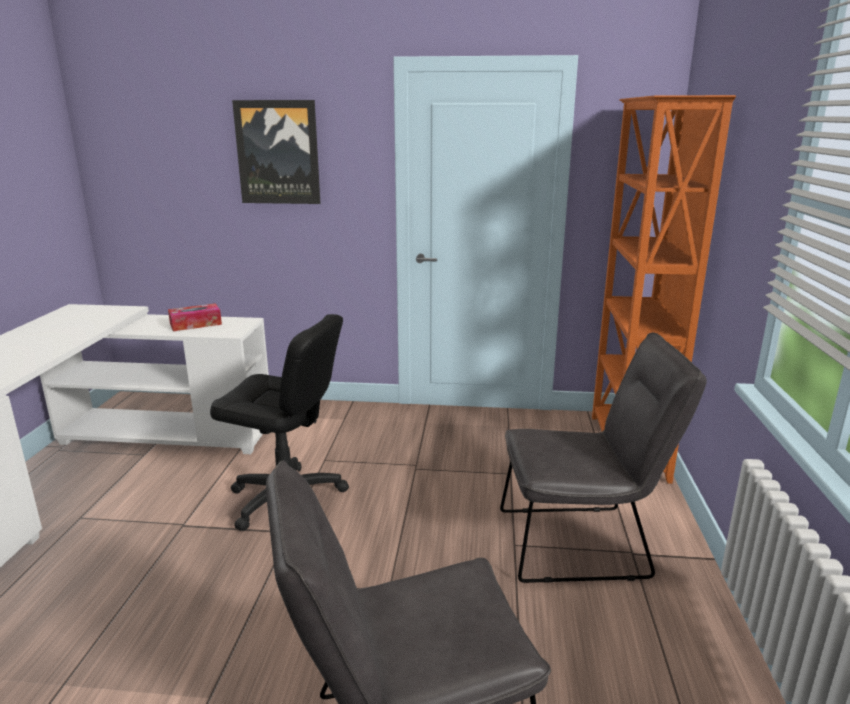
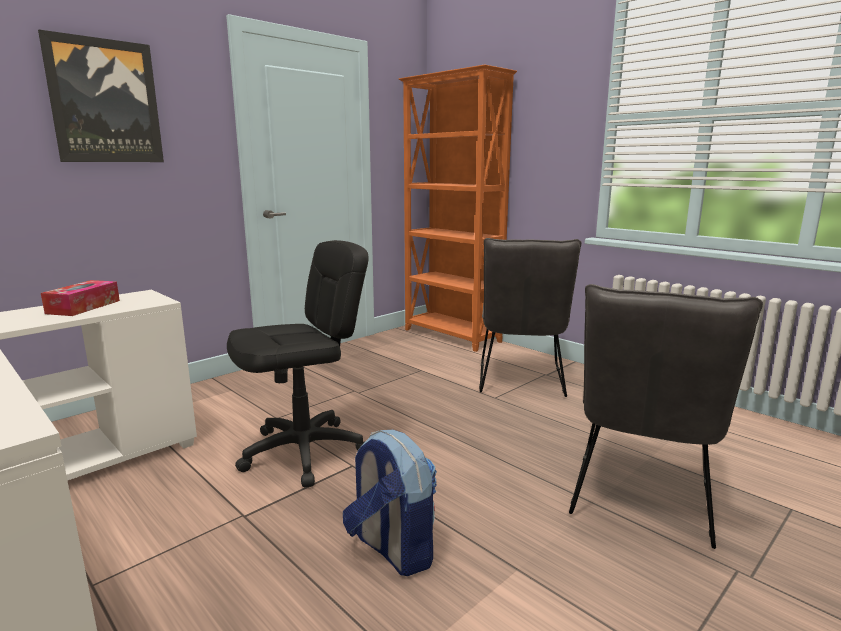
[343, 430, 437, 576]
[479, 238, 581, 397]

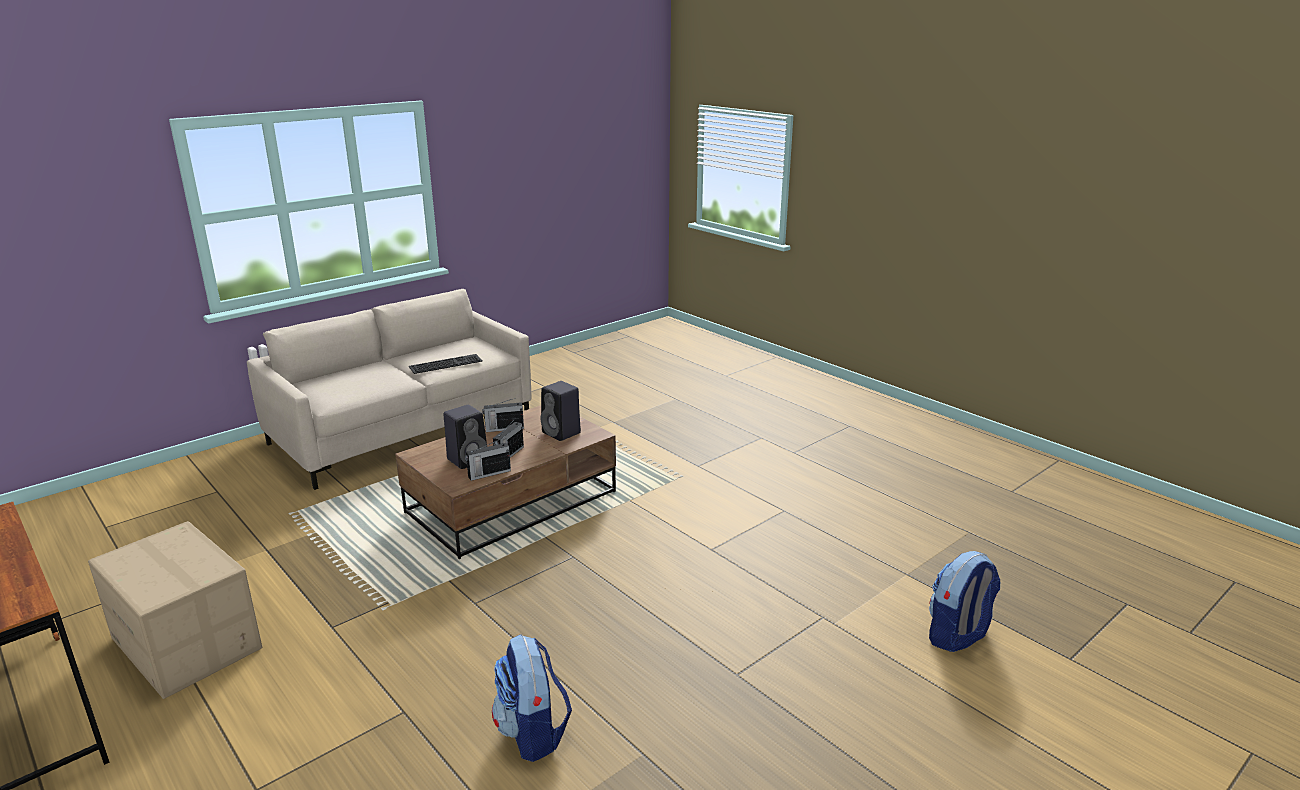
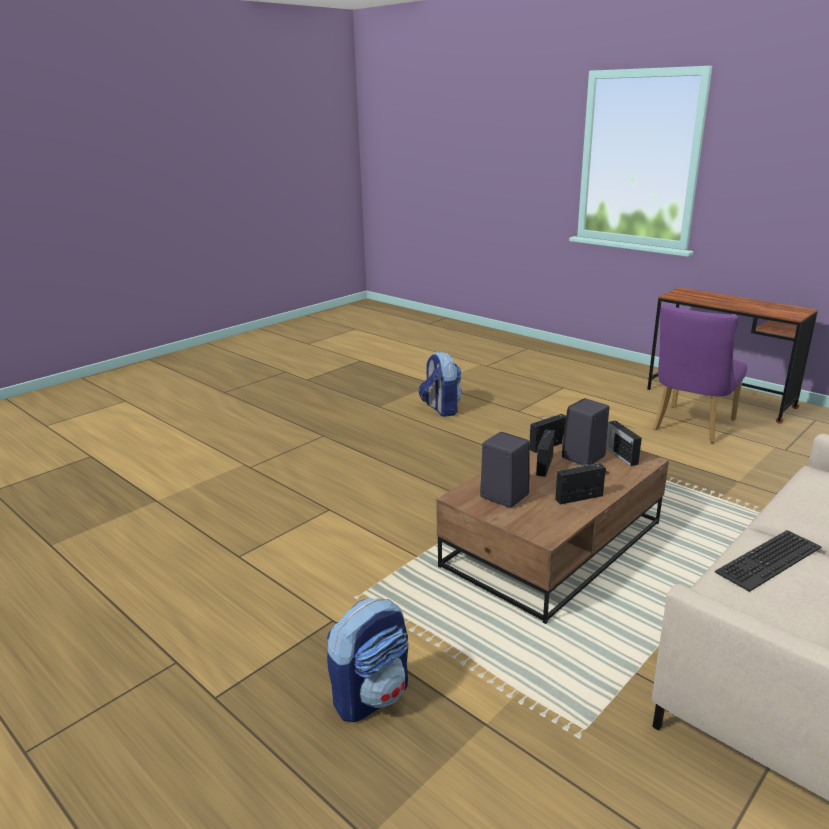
[327, 598, 408, 722]
[606, 421, 642, 466]
[653, 305, 747, 443]

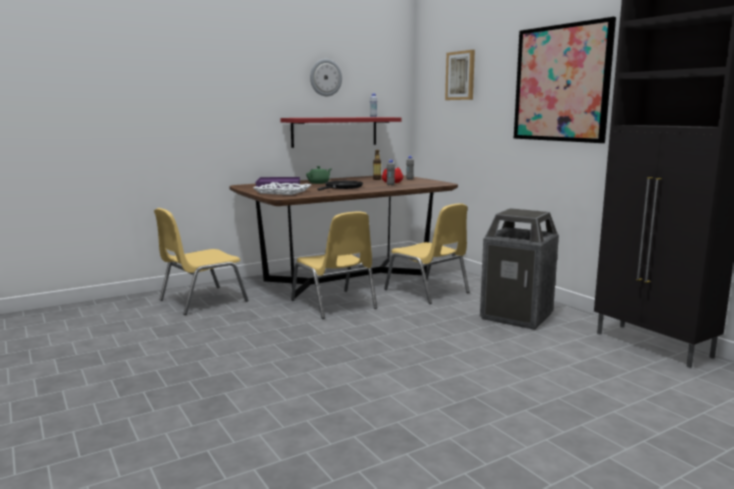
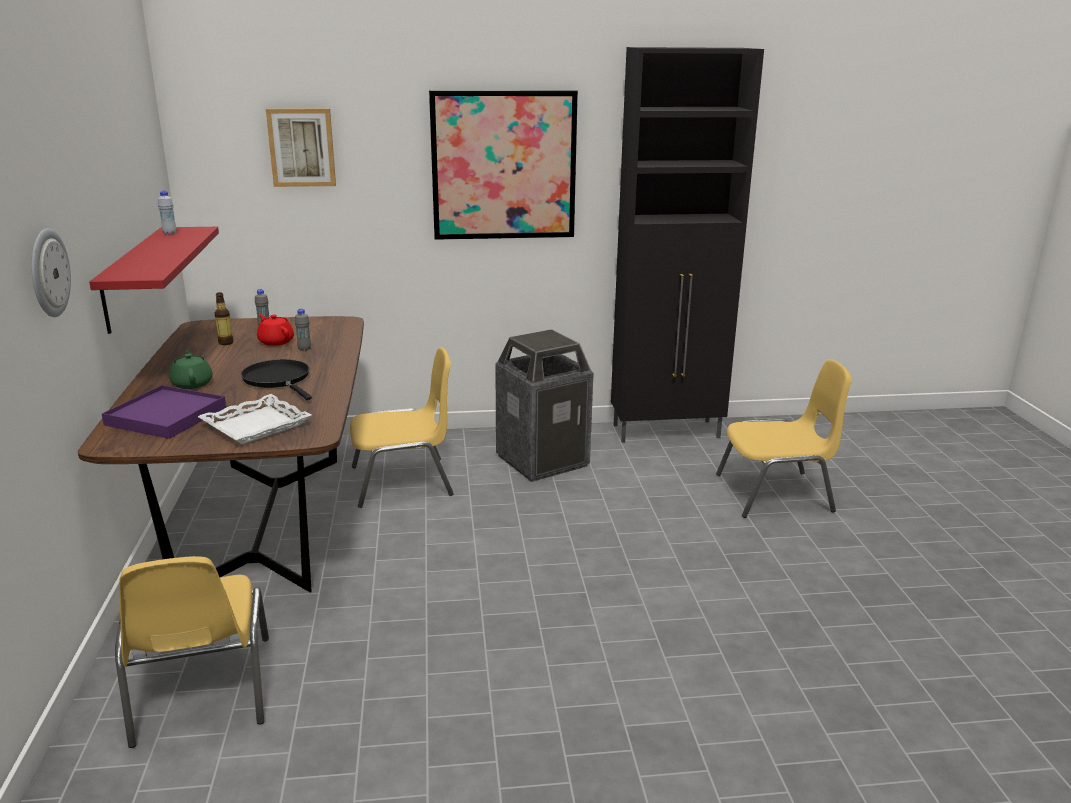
[31, 228, 71, 317]
[716, 359, 852, 518]

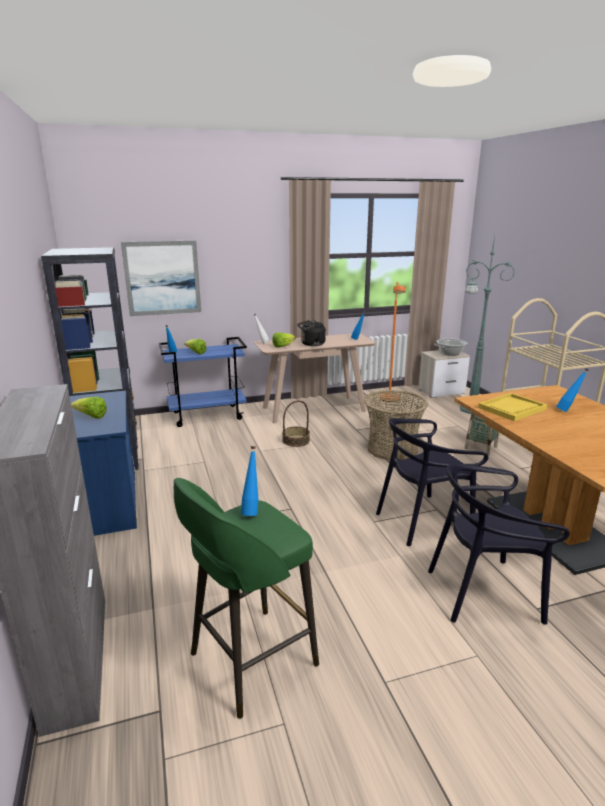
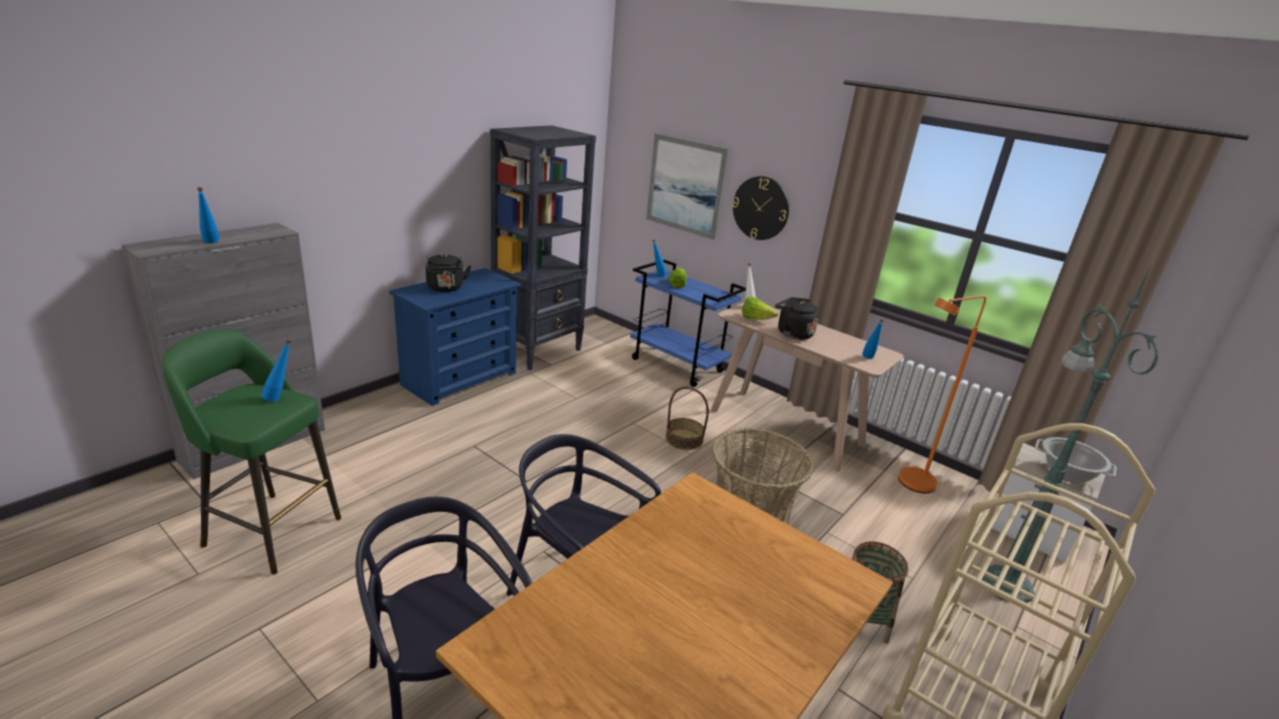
[197, 187, 219, 243]
[426, 254, 471, 292]
[732, 176, 789, 240]
[478, 393, 547, 421] (first image)

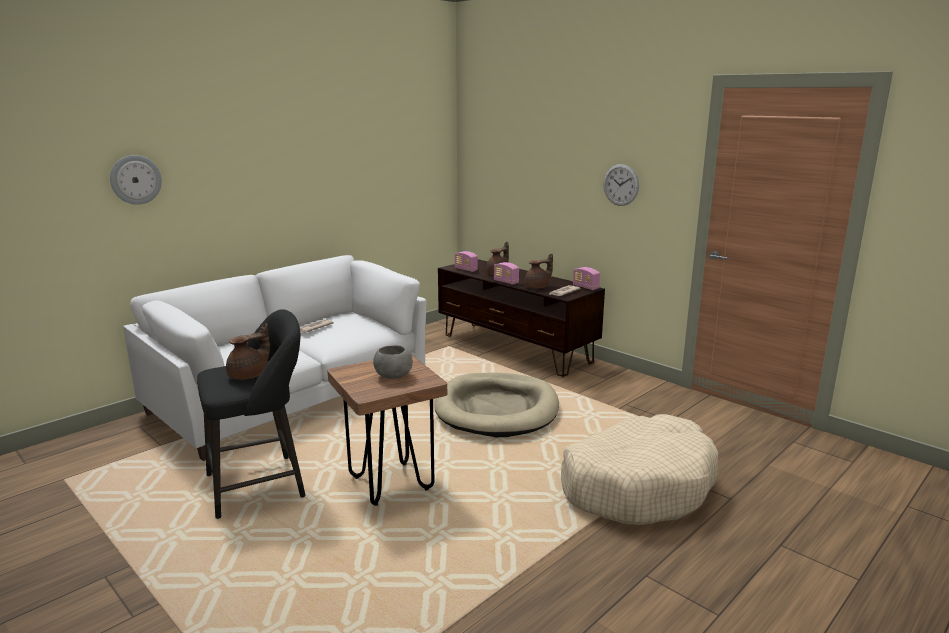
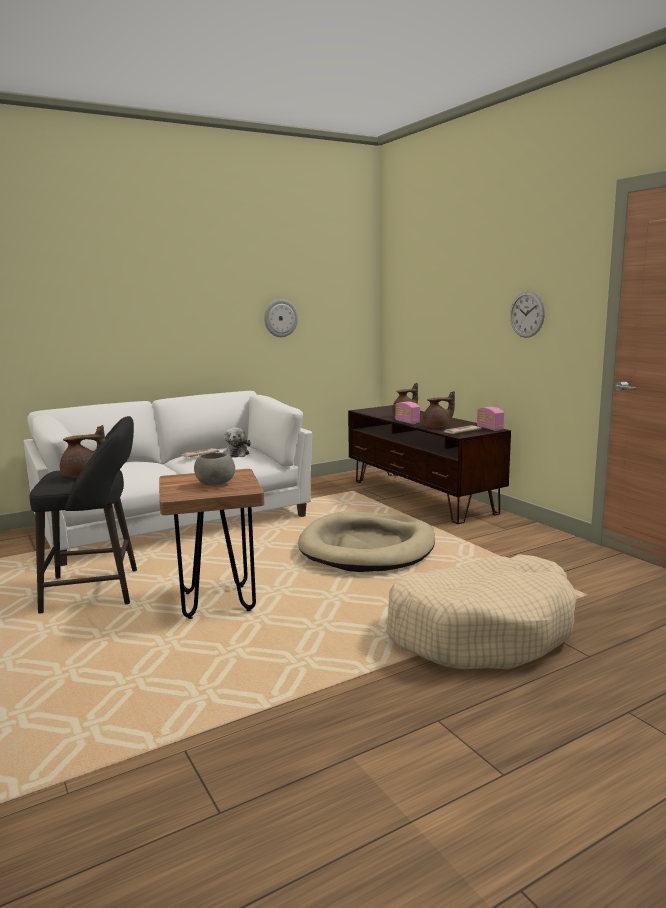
[223, 428, 251, 458]
[264, 299, 298, 337]
[455, 251, 478, 272] (first image)

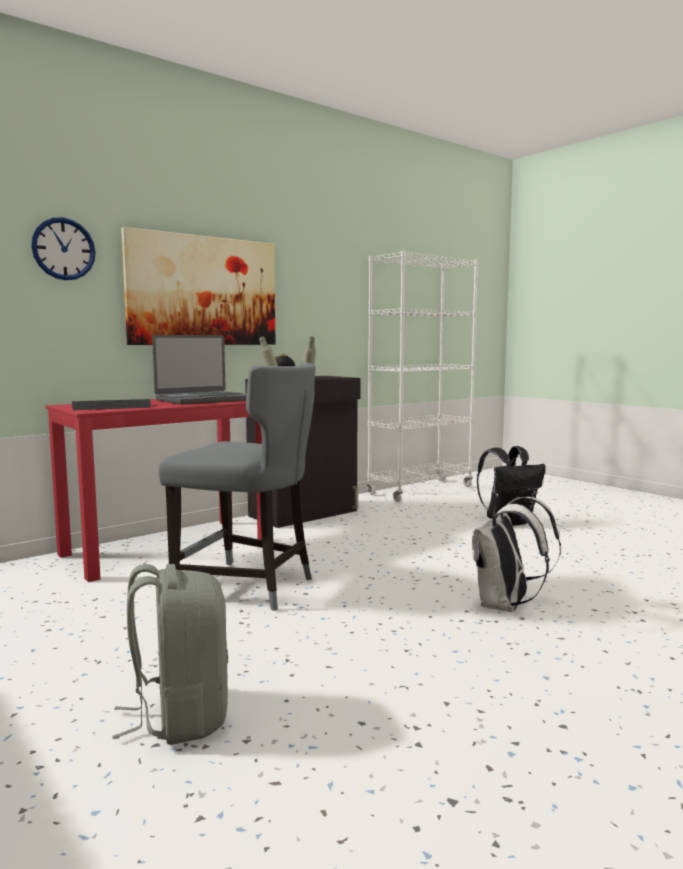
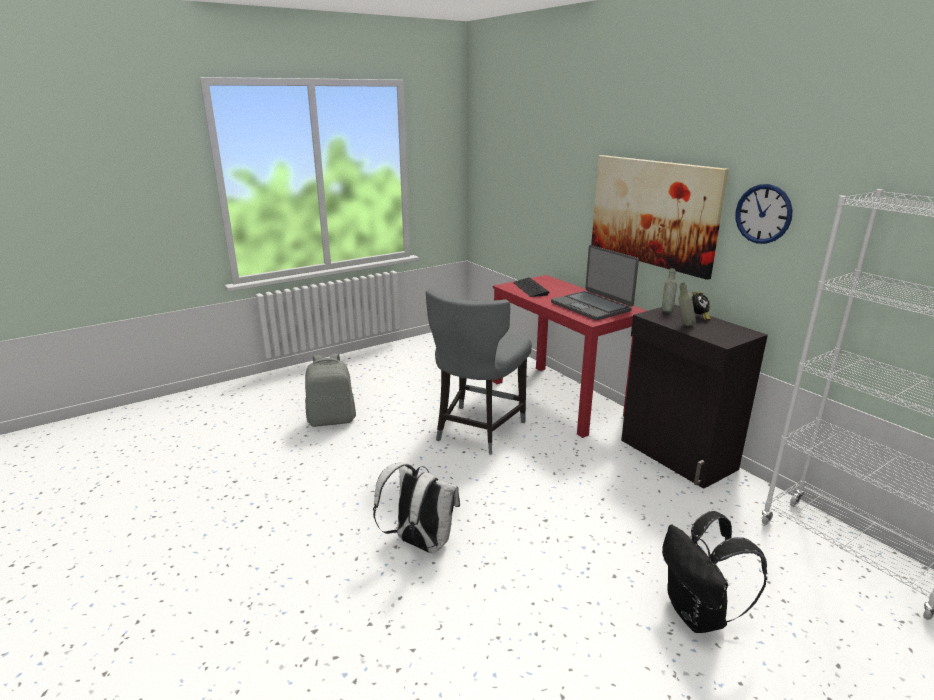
[735, 184, 793, 244]

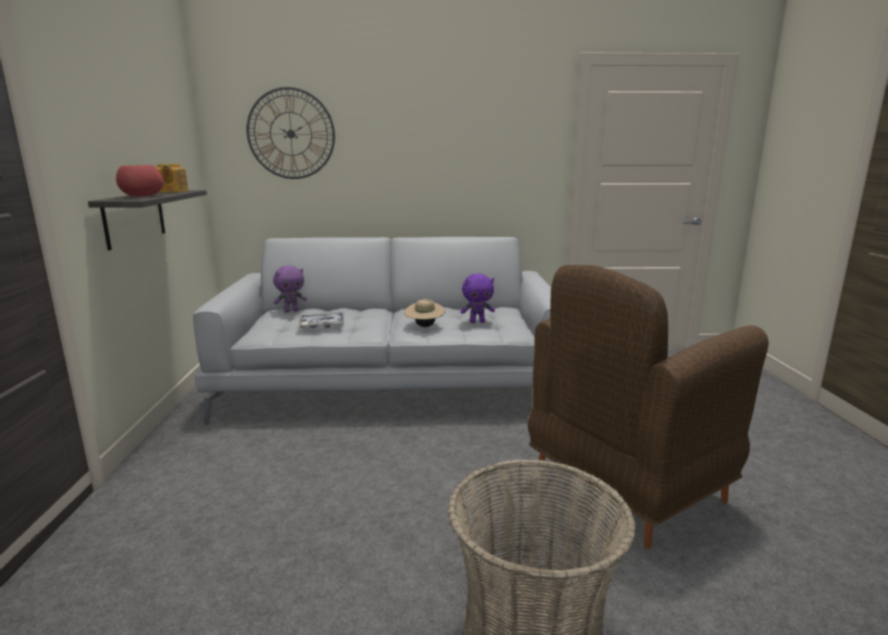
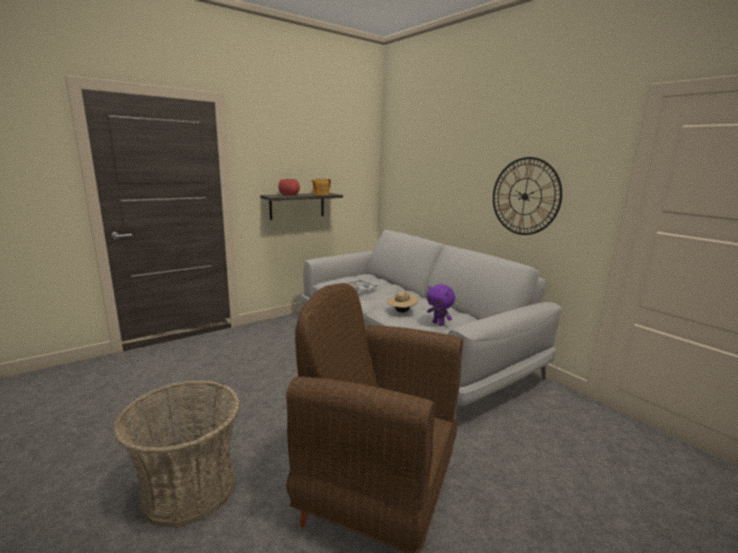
[493, 157, 562, 235]
[273, 265, 307, 312] (first image)

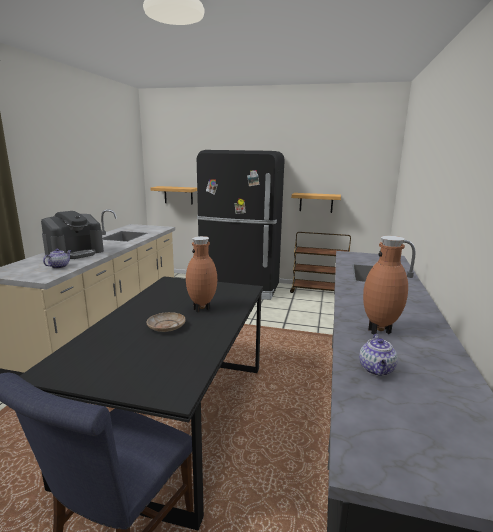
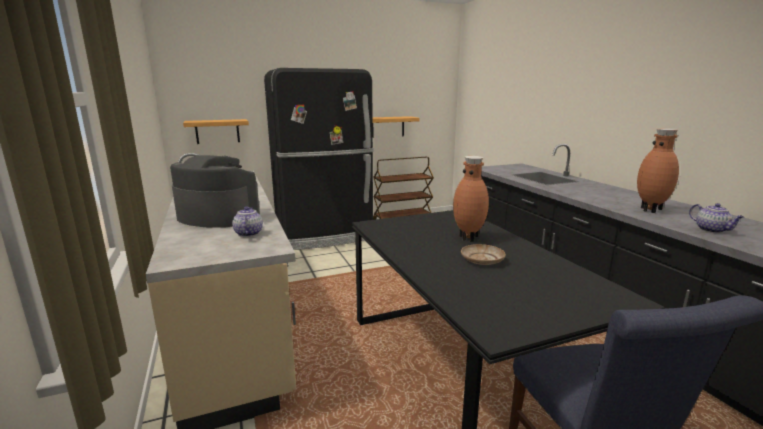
[170, 155, 260, 228]

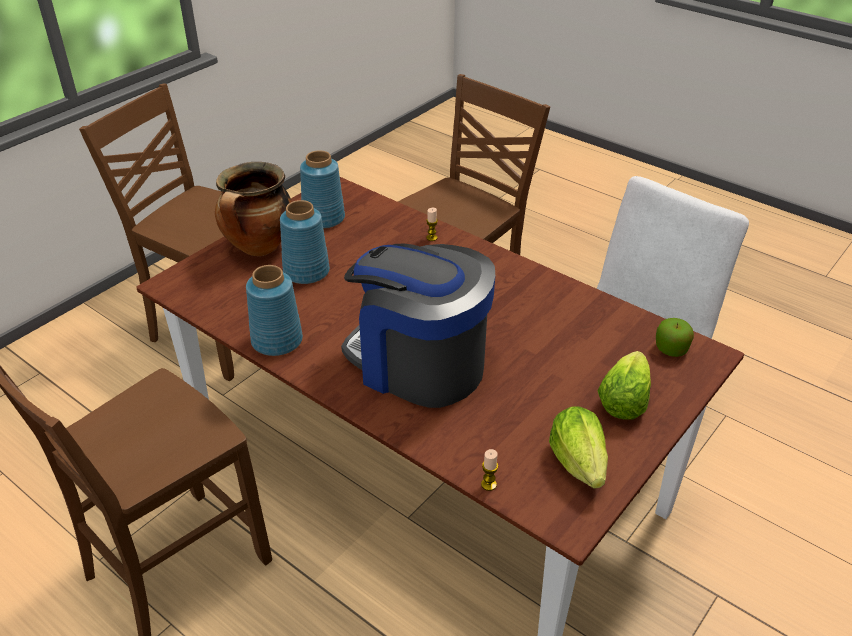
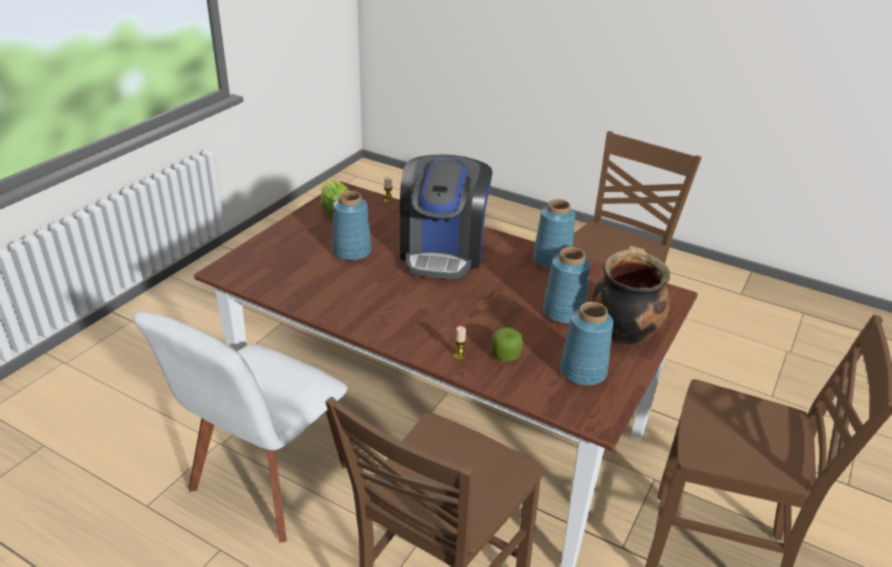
[333, 191, 372, 261]
[400, 154, 493, 279]
[492, 327, 523, 361]
[598, 351, 651, 420] (first image)

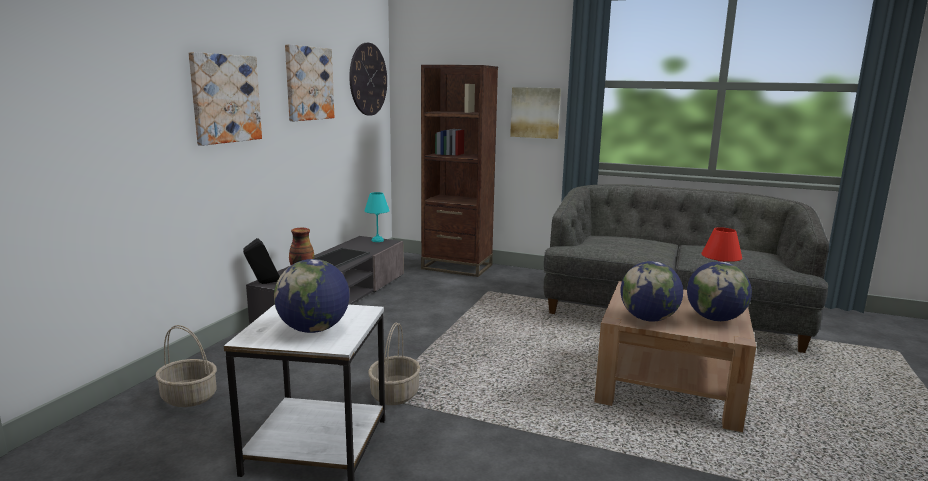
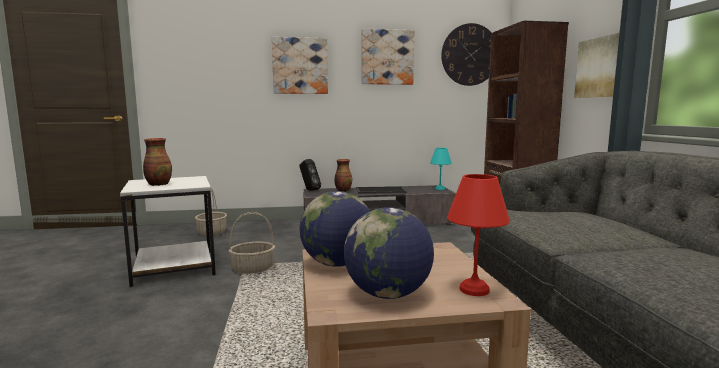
[143, 138, 172, 186]

